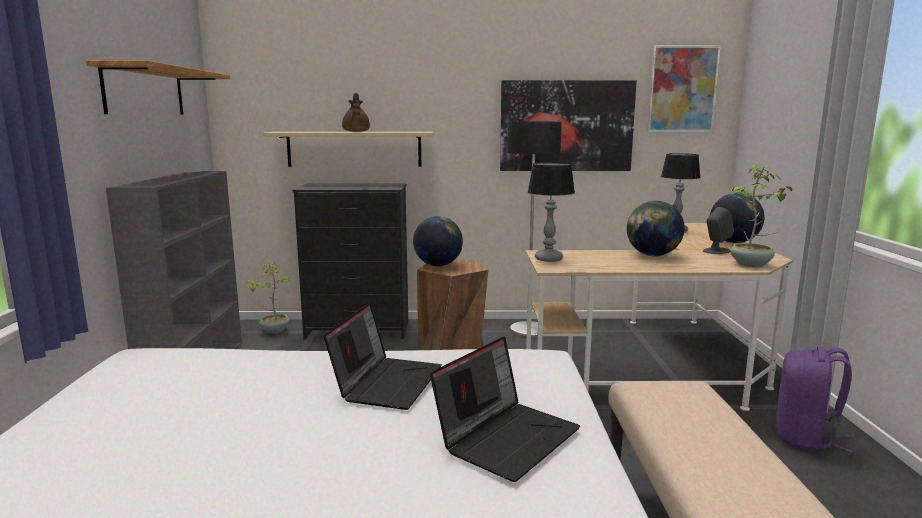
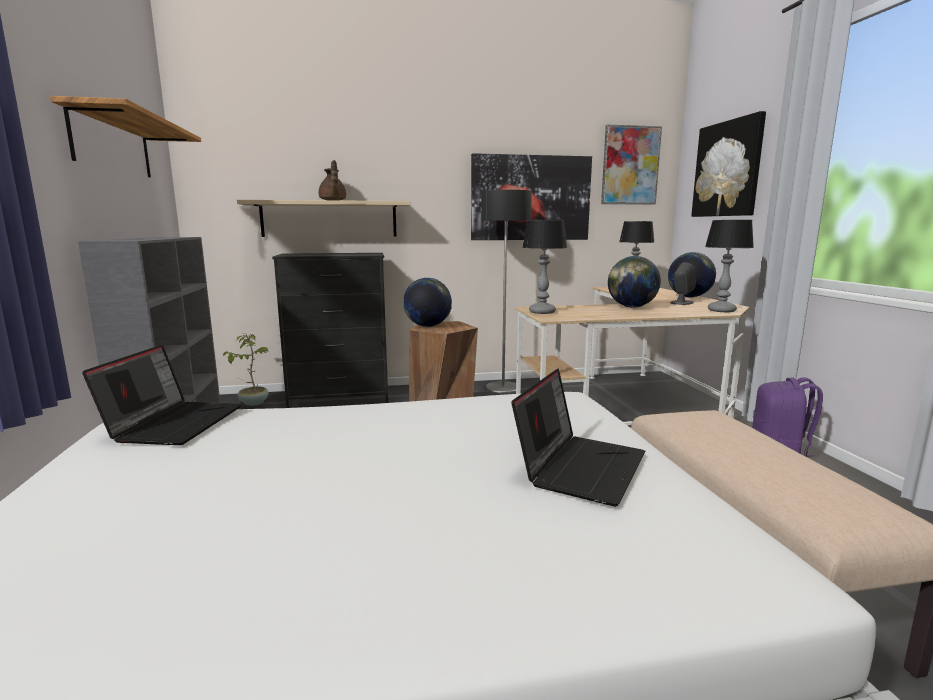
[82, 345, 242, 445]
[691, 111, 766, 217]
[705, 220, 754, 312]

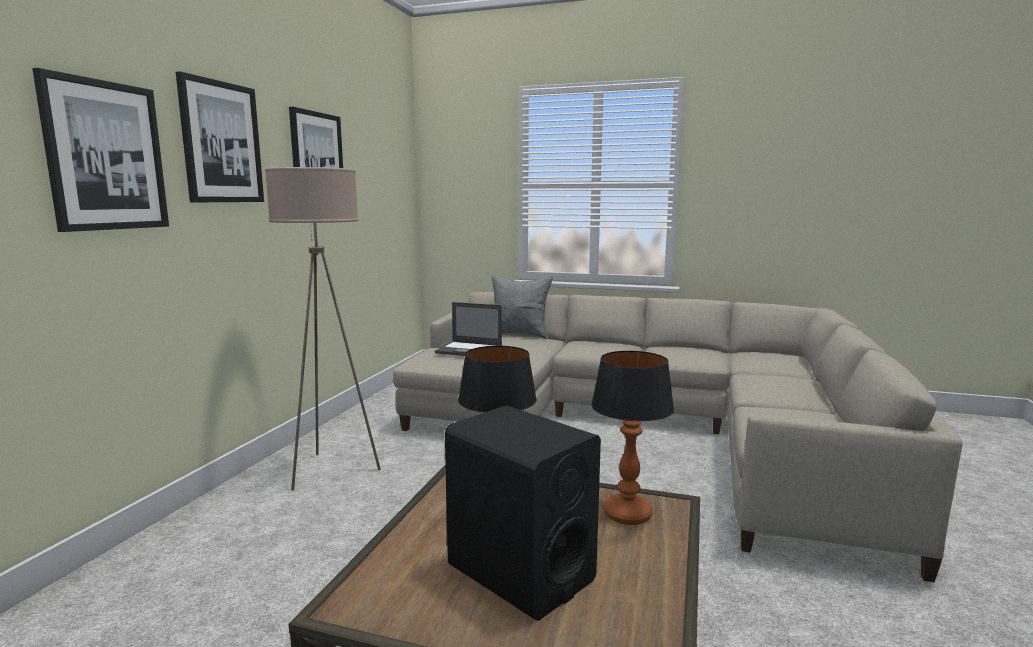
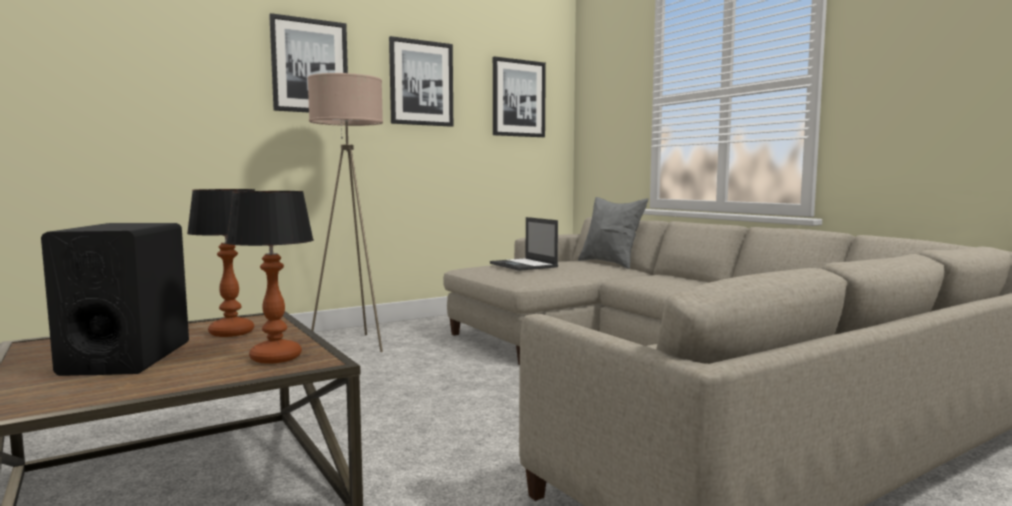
[493, 56, 546, 137]

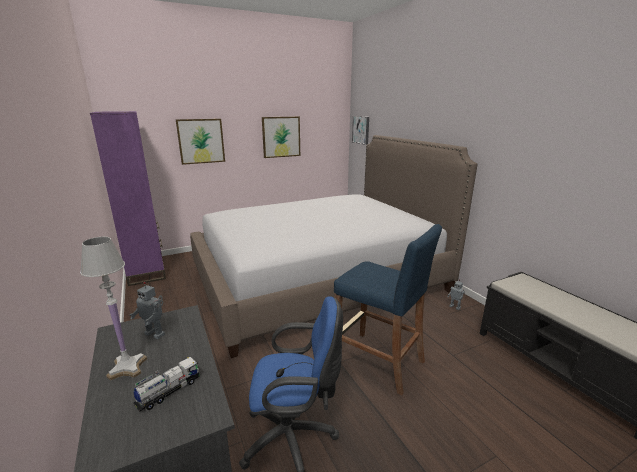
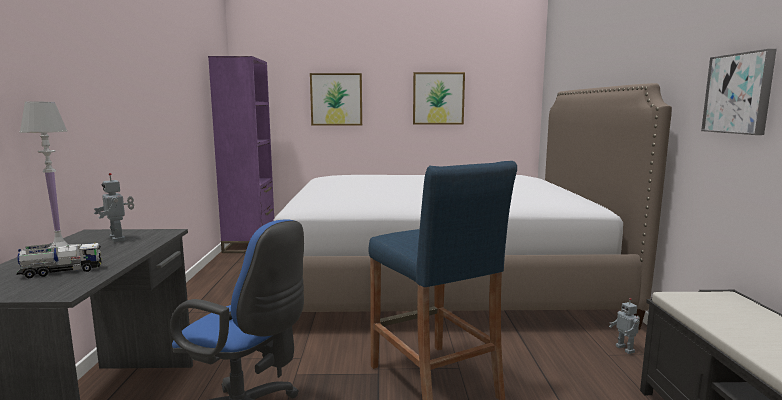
[701, 49, 777, 135]

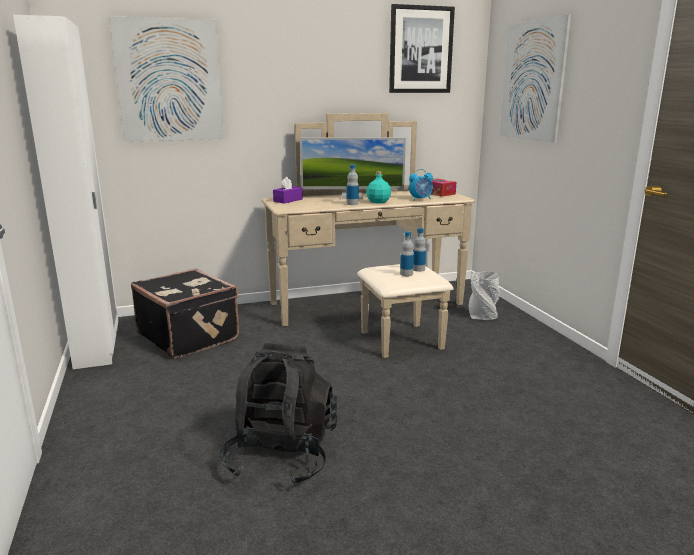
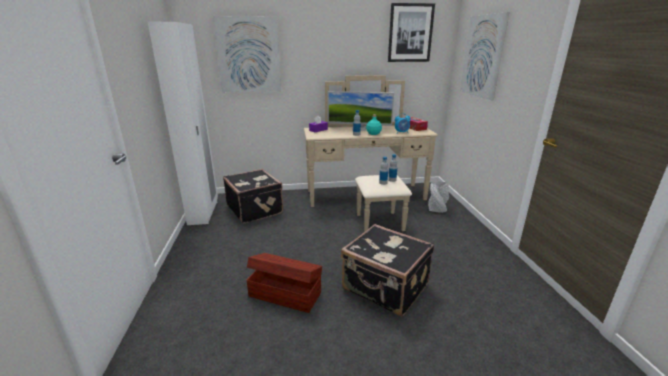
[247, 253, 322, 313]
[341, 224, 434, 317]

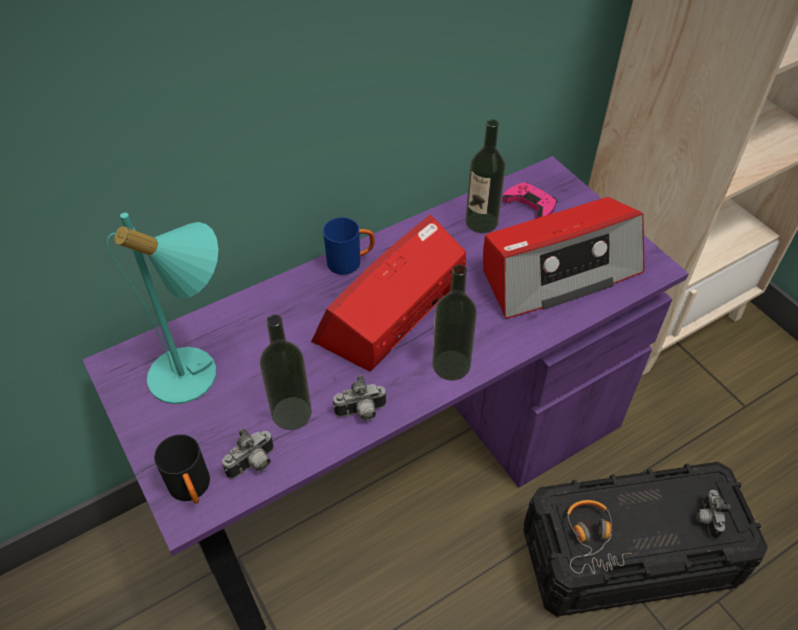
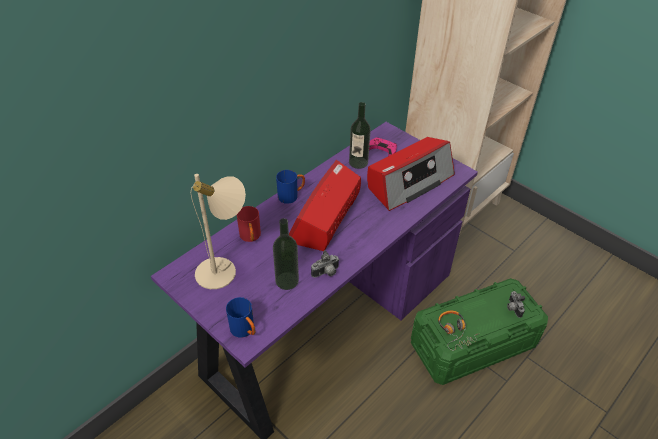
[191, 174, 246, 289]
[226, 297, 256, 338]
[237, 206, 261, 242]
[411, 278, 548, 385]
[222, 428, 274, 479] (first image)
[432, 265, 477, 381] (first image)

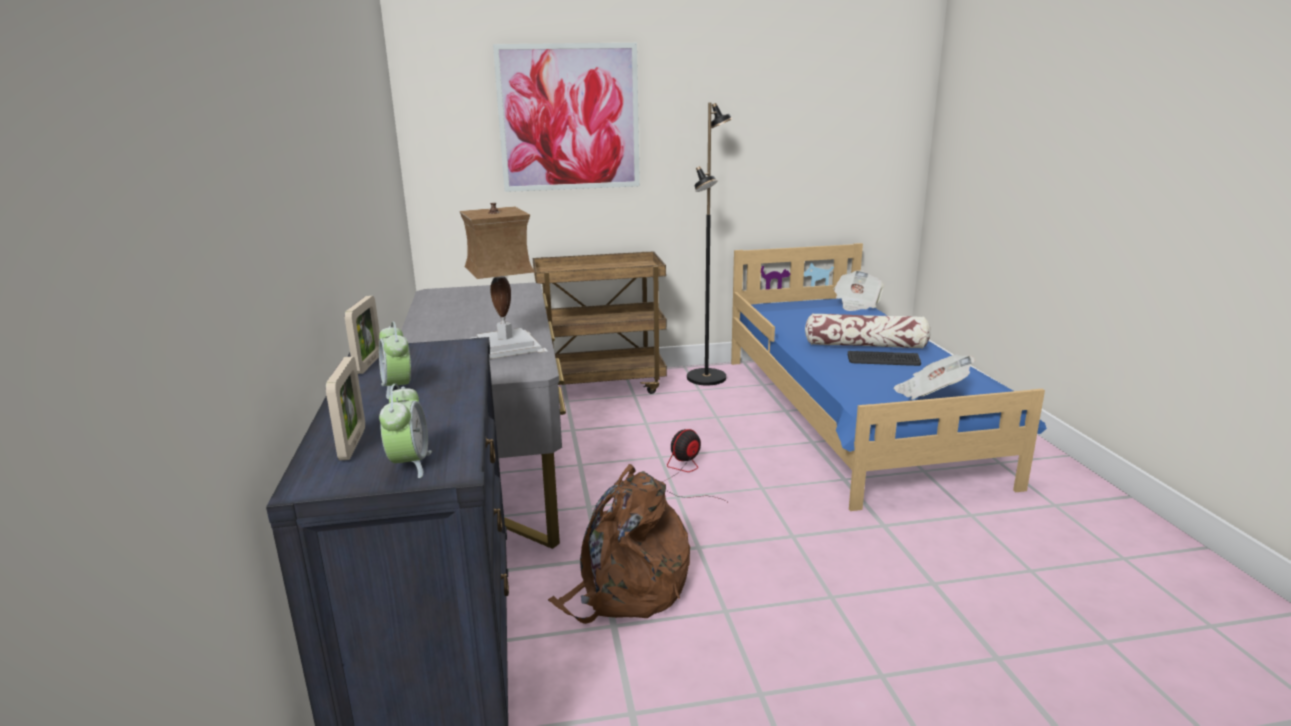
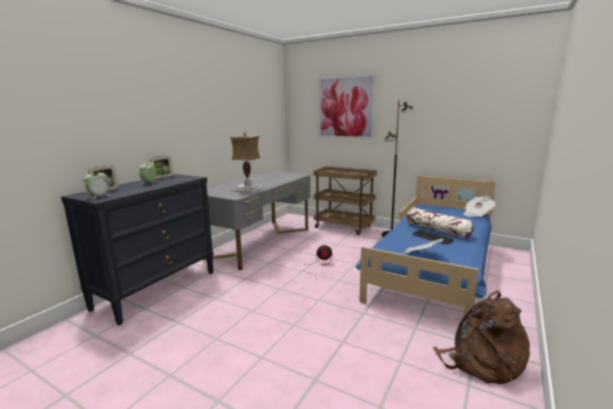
[433, 290, 530, 384]

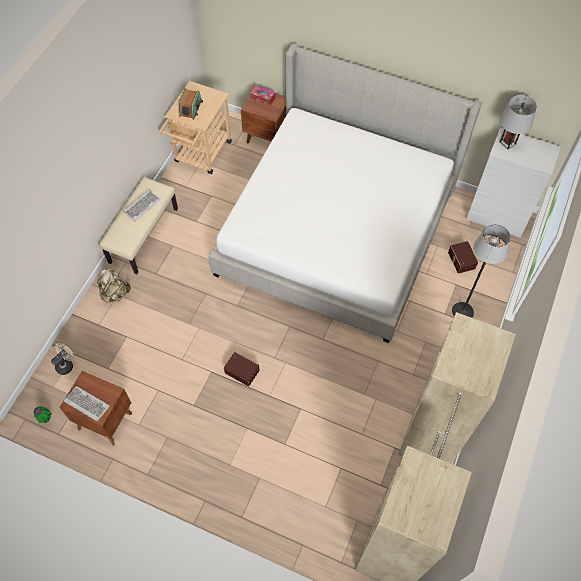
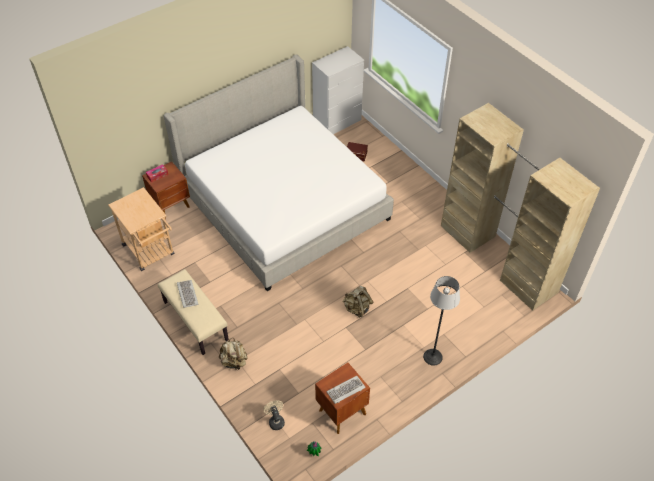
[343, 286, 373, 318]
[423, 276, 460, 366]
[178, 88, 203, 120] (first image)
[500, 95, 537, 149] (first image)

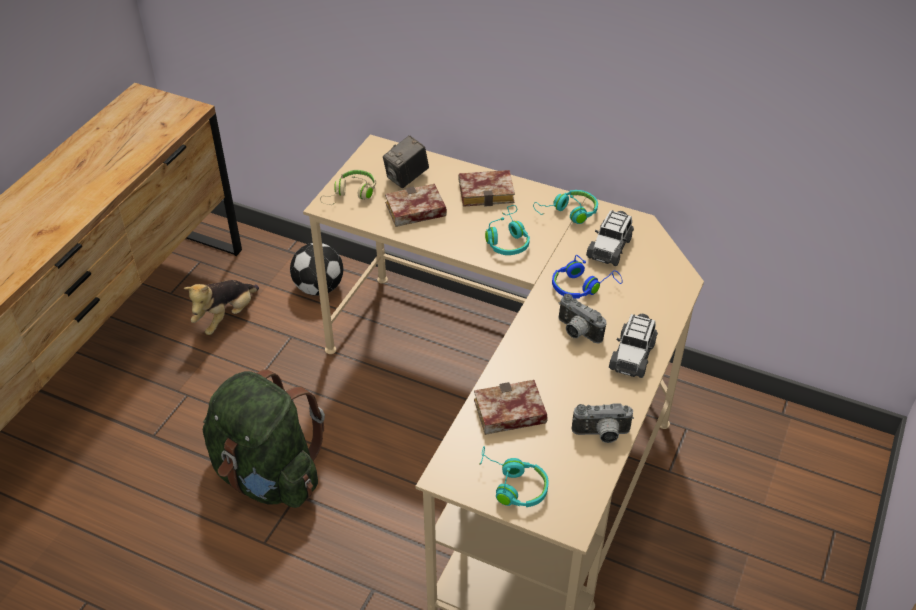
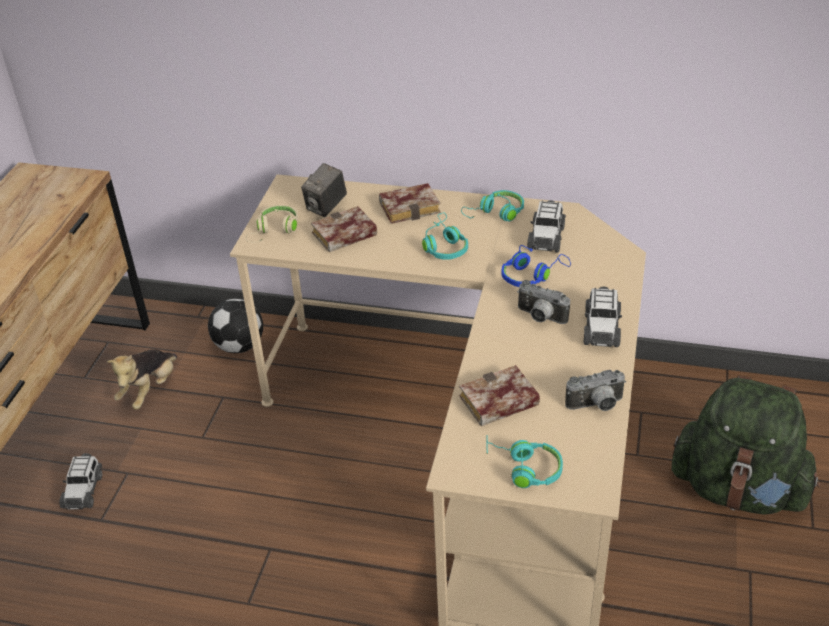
[59, 453, 102, 510]
[672, 376, 820, 515]

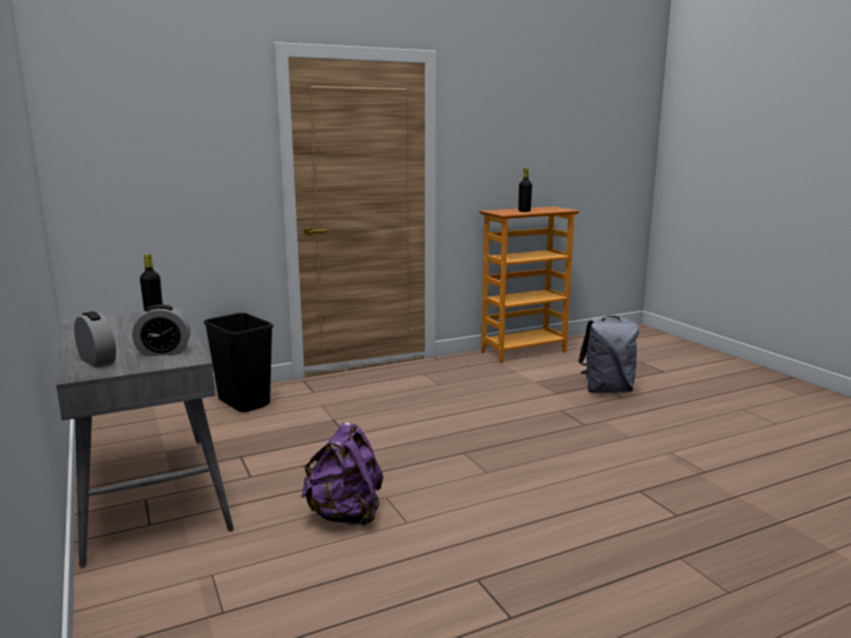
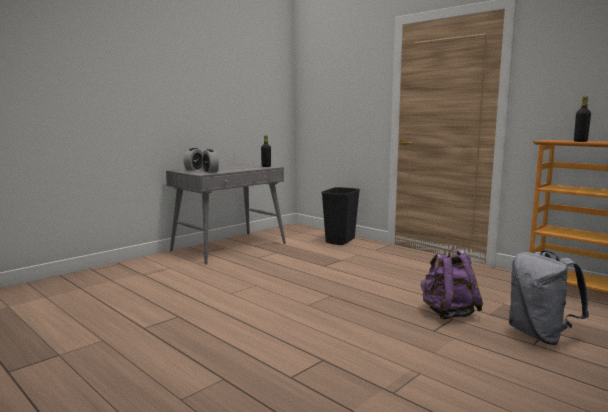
[421, 248, 483, 319]

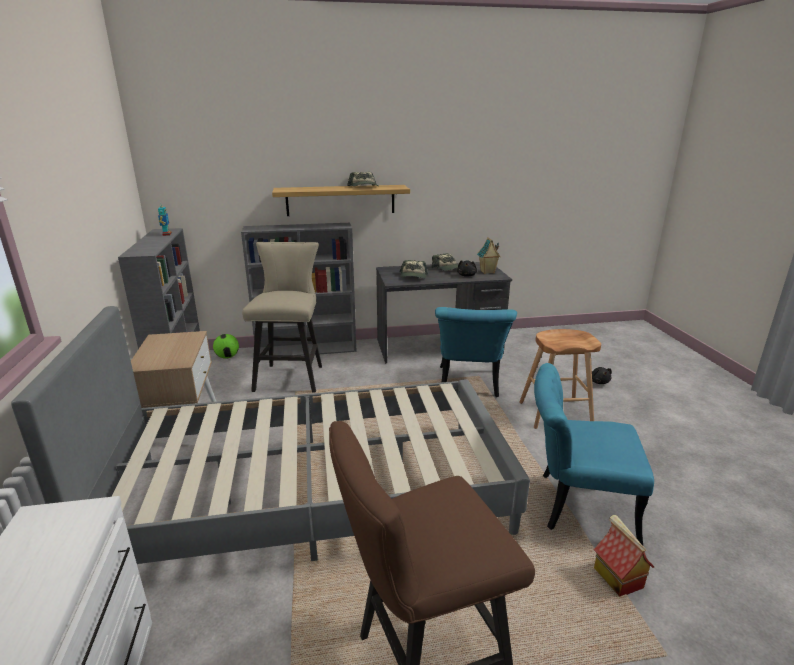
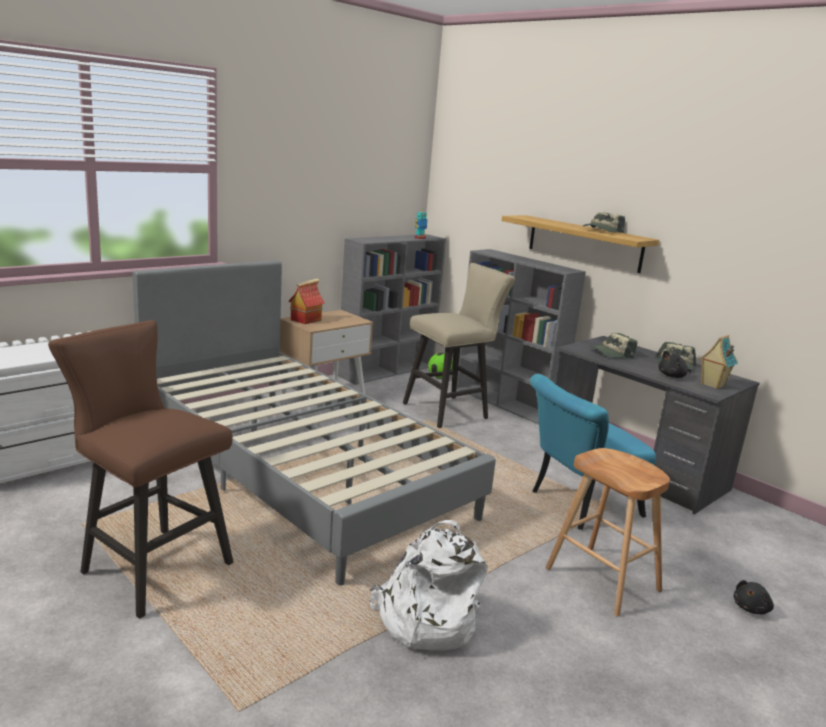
[288, 278, 325, 324]
[370, 520, 488, 651]

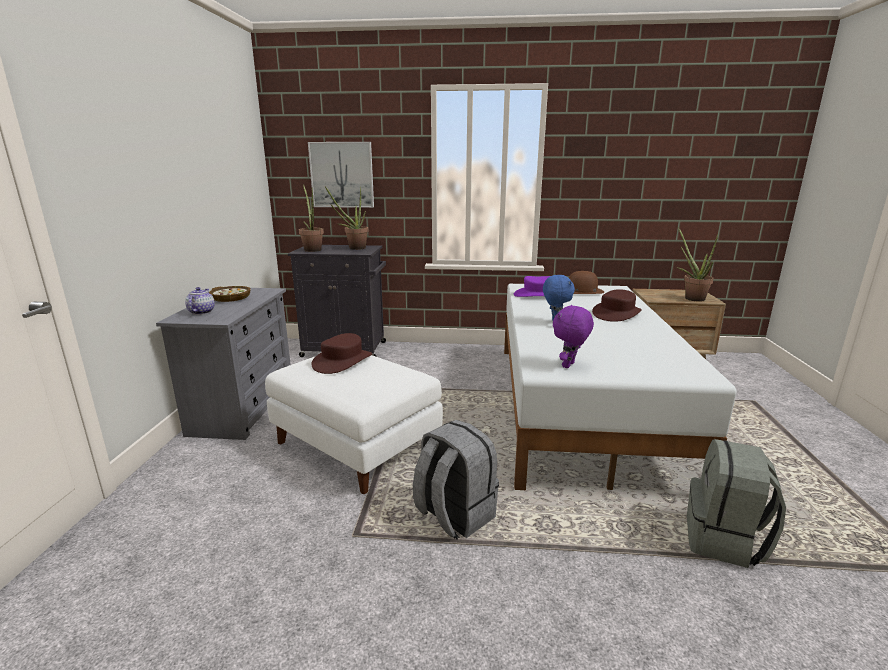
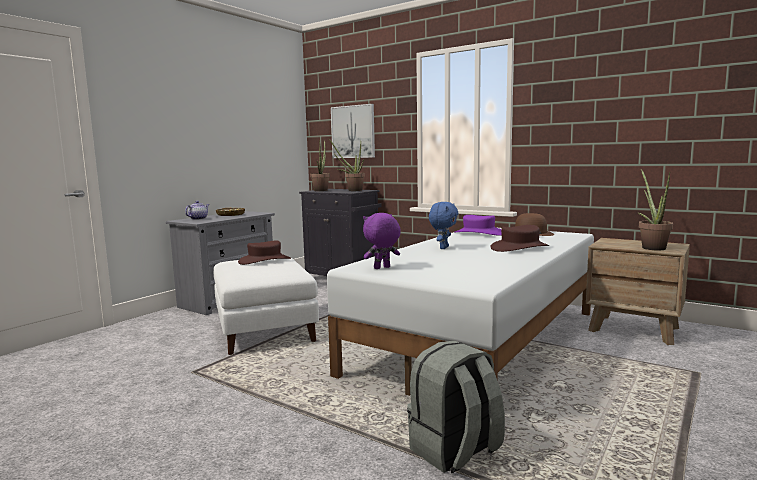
[413, 420, 499, 539] (first image)

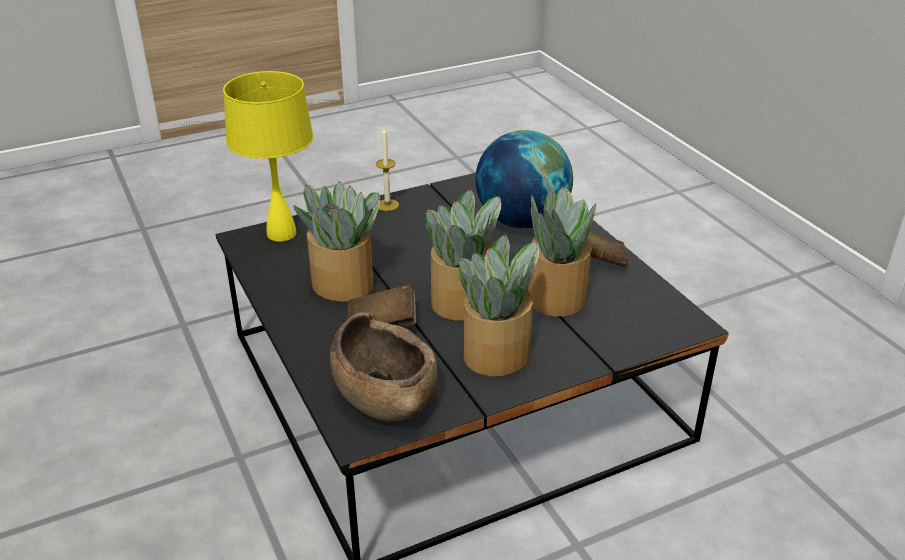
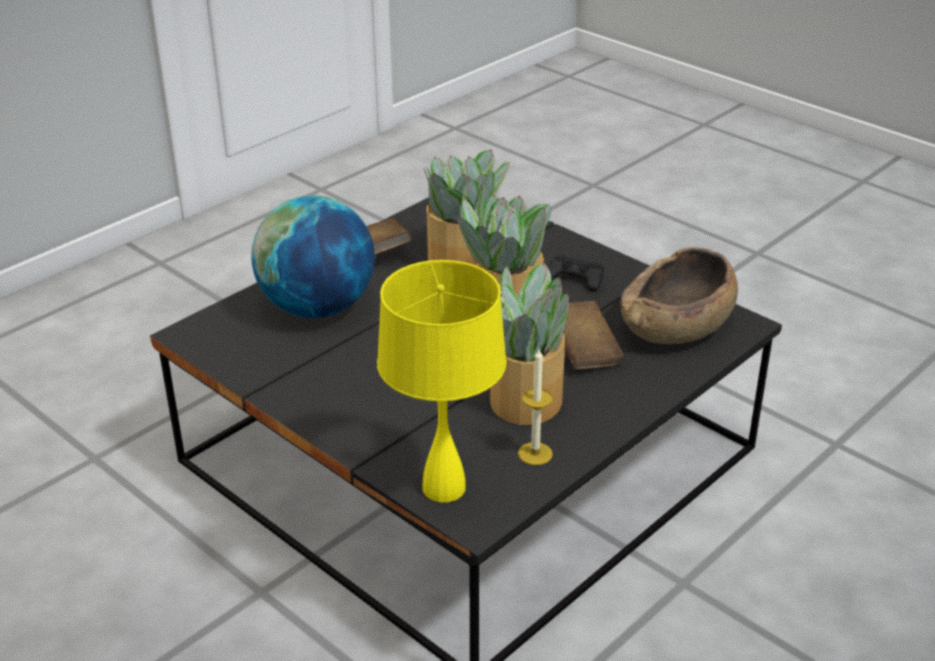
[518, 349, 553, 465]
[547, 256, 604, 291]

